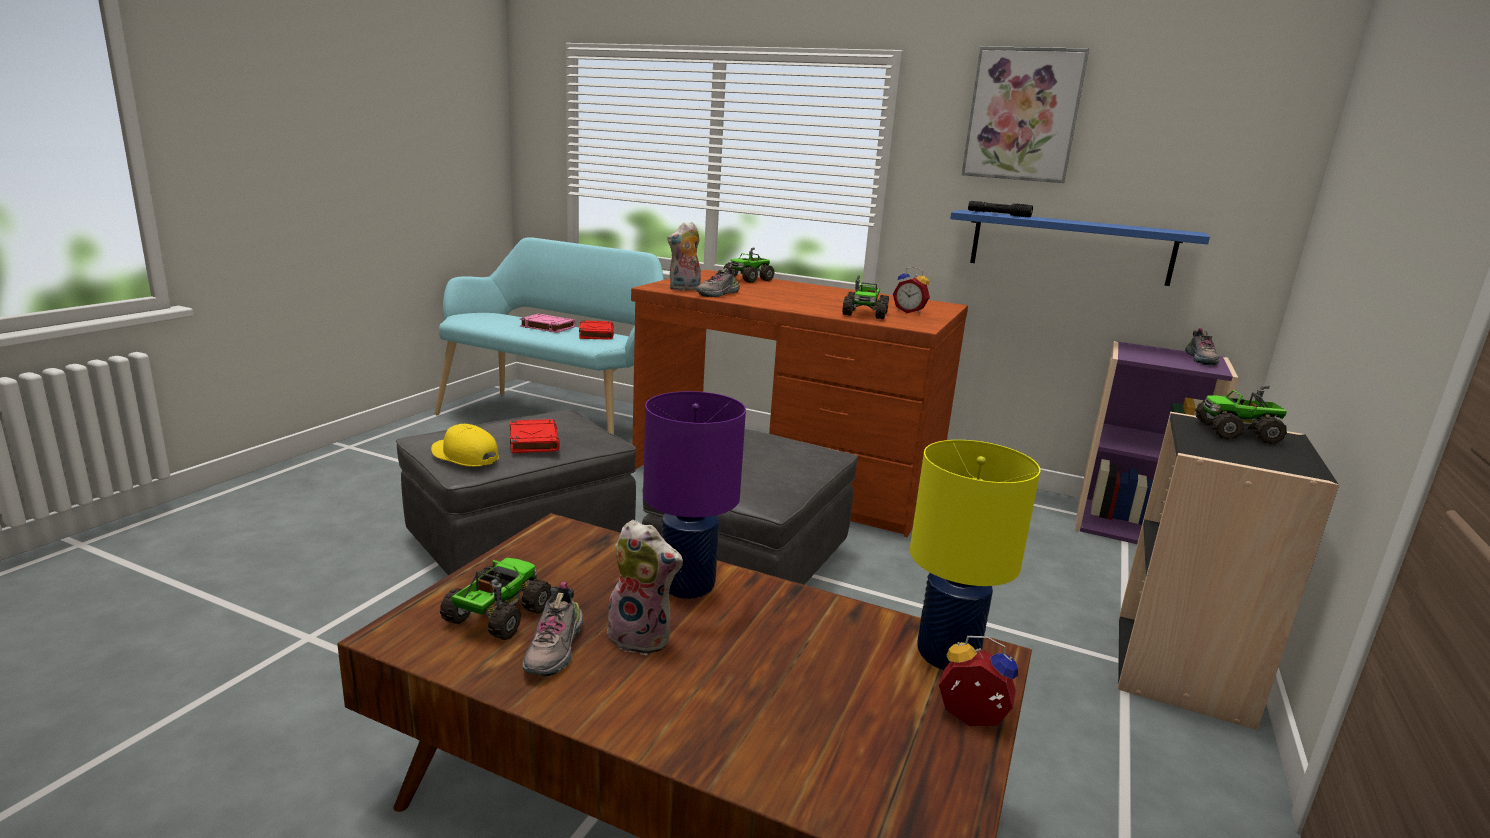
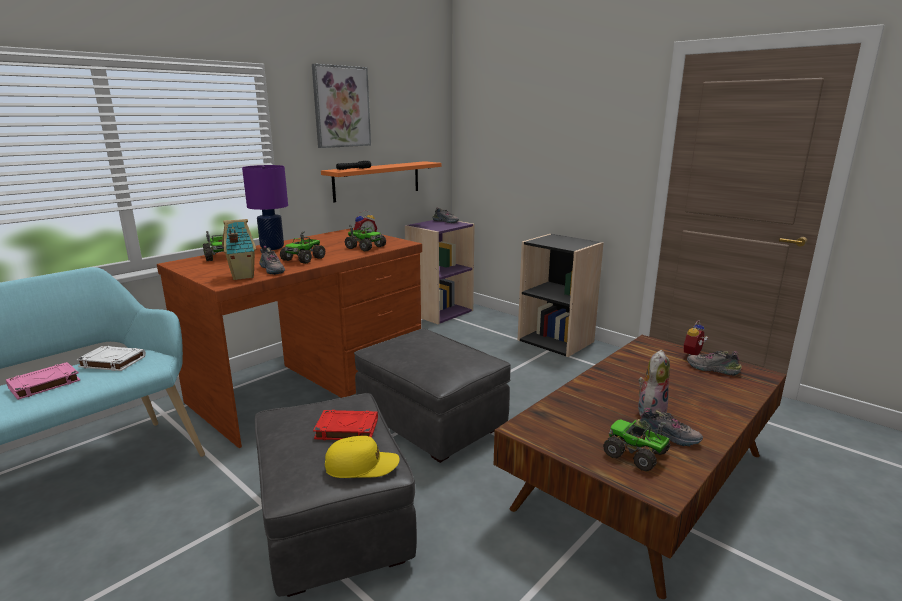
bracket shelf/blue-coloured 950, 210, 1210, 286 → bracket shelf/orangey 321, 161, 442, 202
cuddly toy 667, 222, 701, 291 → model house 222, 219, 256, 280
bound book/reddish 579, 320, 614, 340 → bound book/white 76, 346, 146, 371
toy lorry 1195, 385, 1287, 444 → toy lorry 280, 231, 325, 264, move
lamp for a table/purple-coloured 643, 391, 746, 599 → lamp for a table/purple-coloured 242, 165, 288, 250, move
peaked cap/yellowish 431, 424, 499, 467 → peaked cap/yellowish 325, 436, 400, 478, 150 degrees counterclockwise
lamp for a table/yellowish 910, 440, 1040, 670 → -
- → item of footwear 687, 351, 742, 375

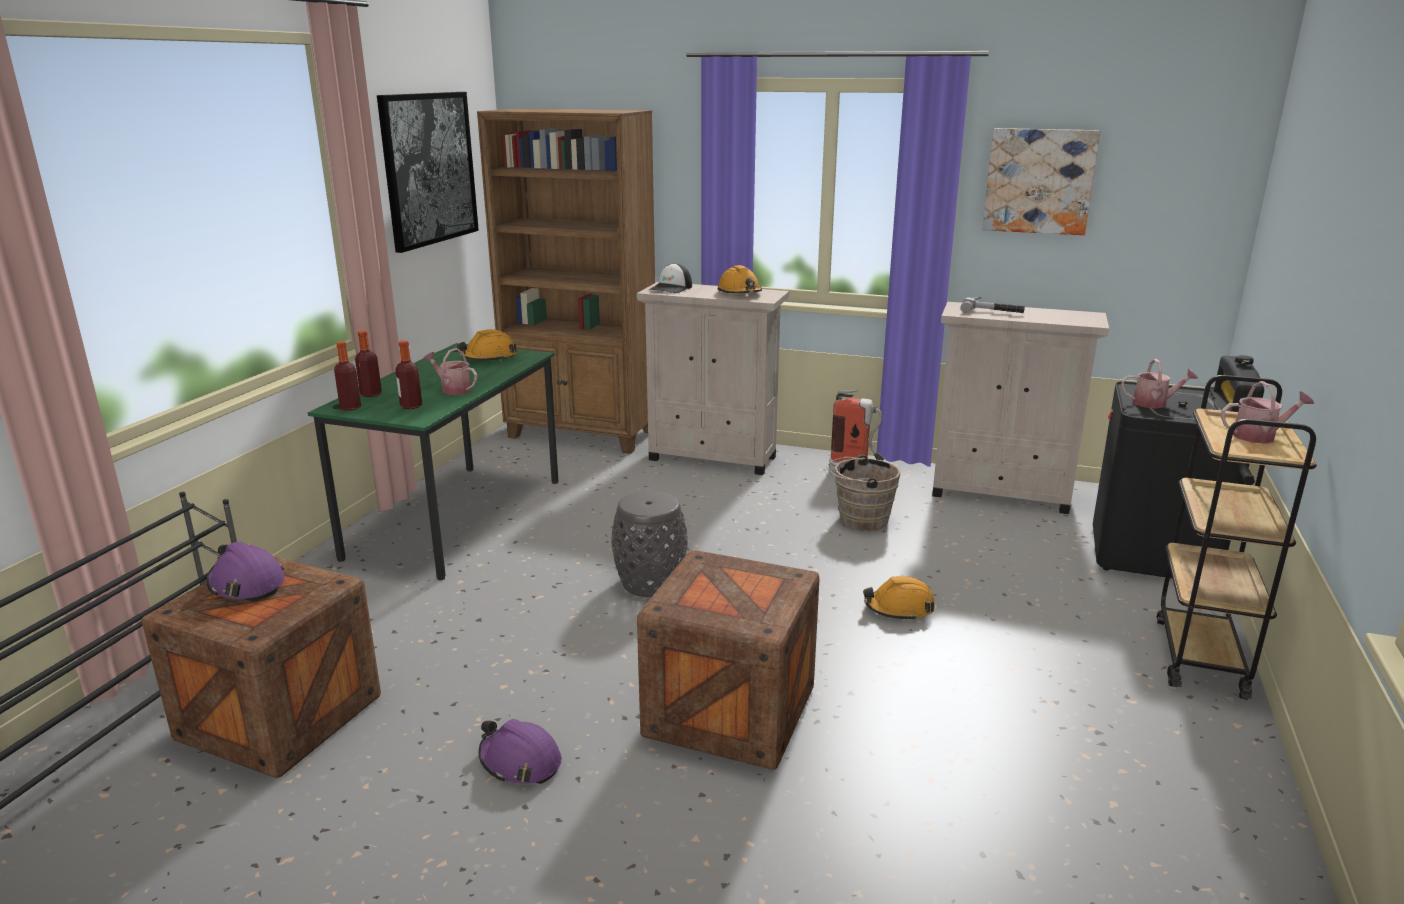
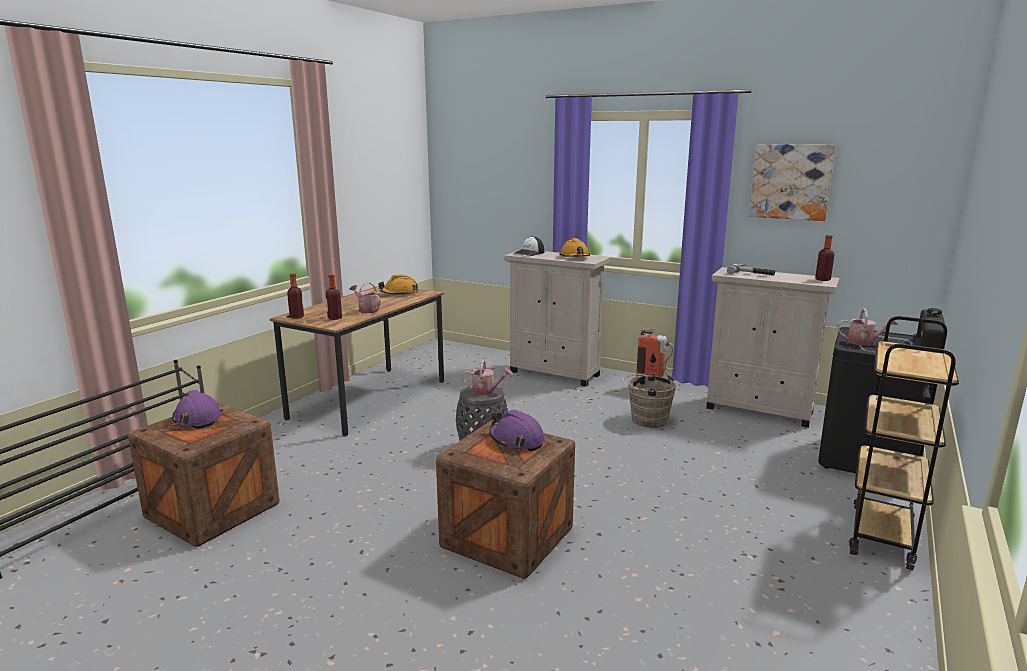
picture 377, 92, 479, 253 → -
bookshelf/brown-coloured 477, 108, 655, 454 → -
drink bottle 355, 330, 382, 397 → drink bottle 815, 235, 834, 281, move
desk/green-coloured 308, 343, 559, 580 → desk/brown-coloured 270, 284, 444, 437
sprinkling can 1221, 381, 1314, 444 → sprinkling can 462, 360, 513, 395, move
hard hat/orangey 863, 576, 935, 621 → -
hard hat/purple-coloured 479, 719, 562, 784 → hard hat/purple-coloured 489, 410, 545, 451, move

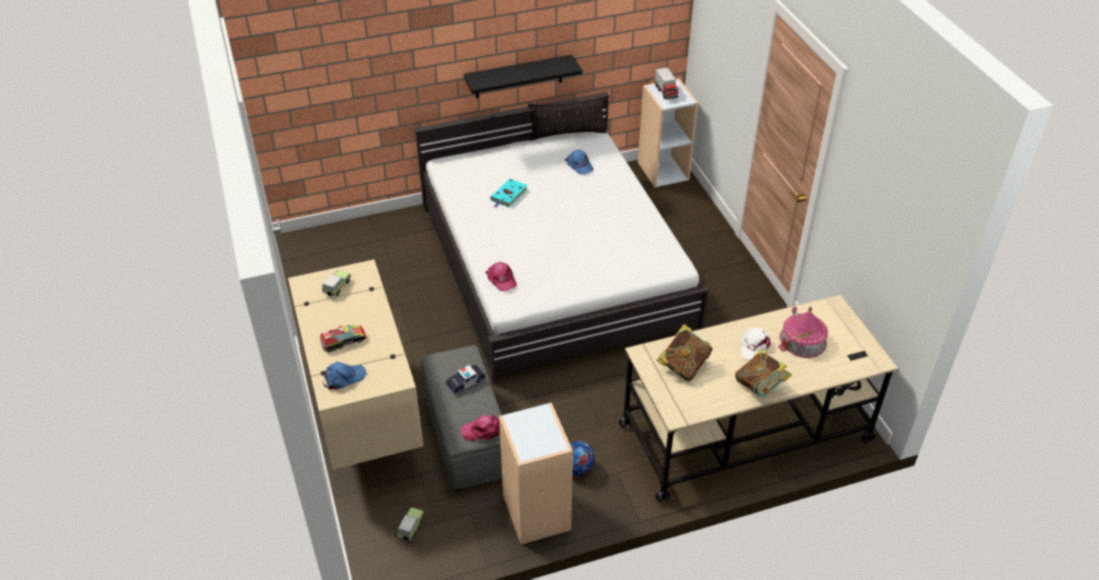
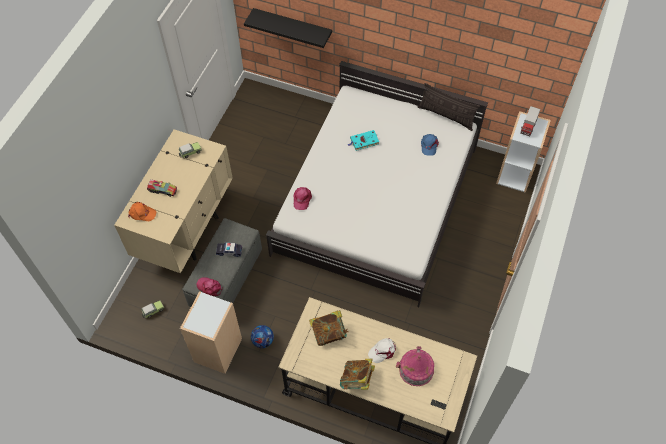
bracket shelf/black-coloured 464, 55, 583, 98 → bracket shelf/black-coloured 244, 8, 332, 48, move
peaked cap/blue-coloured 323, 362, 366, 391 → peaked cap/orangey 128, 202, 156, 221

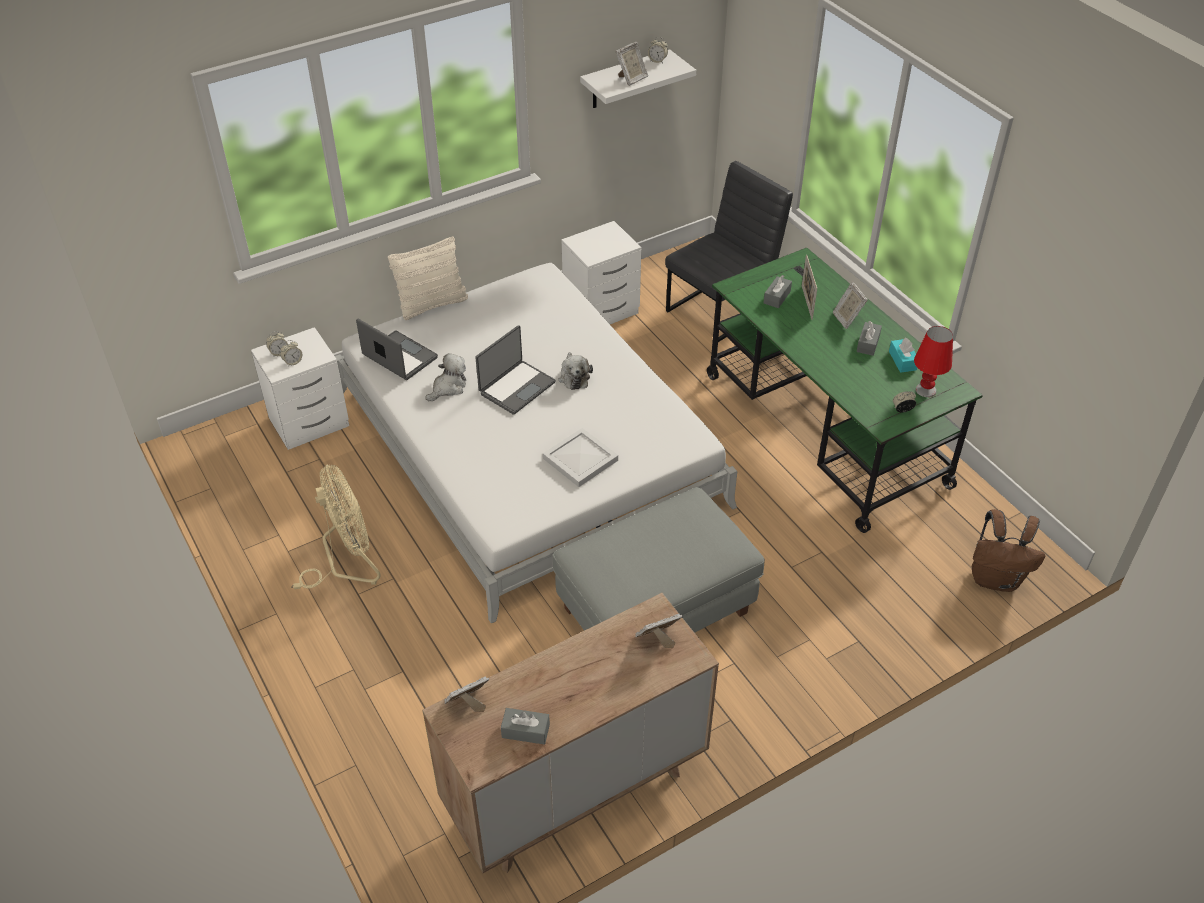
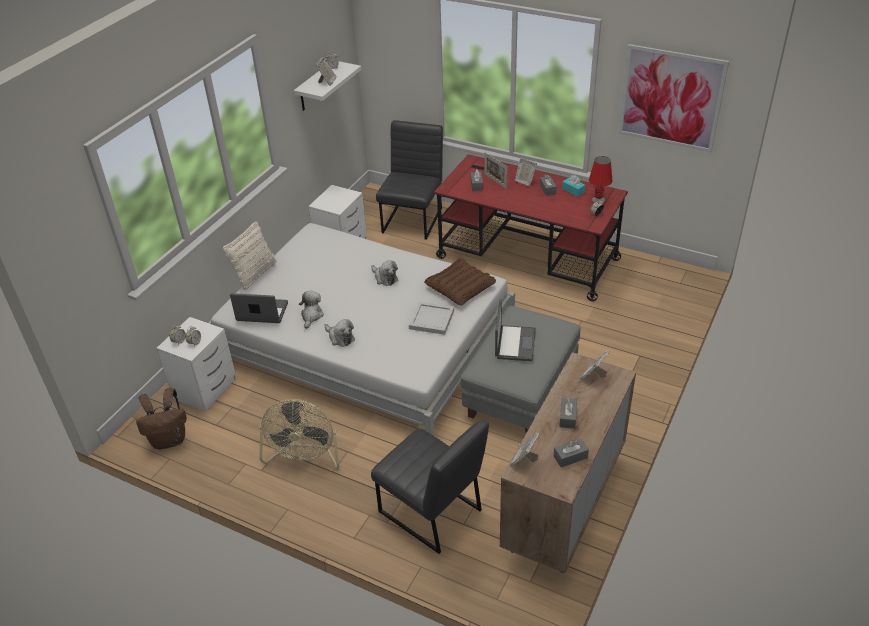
desk/green-coloured 707, 248, 983, 533 → desk/reddish 434, 154, 628, 301
notebook computer 475, 325, 556, 415 → notebook computer 495, 299, 536, 361, move
cooling fan/beige-coloured 291, 465, 380, 589 → cooling fan/beige-coloured 259, 399, 339, 471, 150 degrees clockwise
knapsack/brown-coloured 972, 509, 1045, 592 → knapsack/brown-coloured 136, 388, 187, 449, move
- → picture 618, 44, 729, 152
- → pillow/brown-coloured 424, 258, 496, 306
- → cuddly toy 325, 319, 355, 347
- → box of tissues/grey 559, 398, 577, 429
- → chair/grey 371, 420, 489, 554

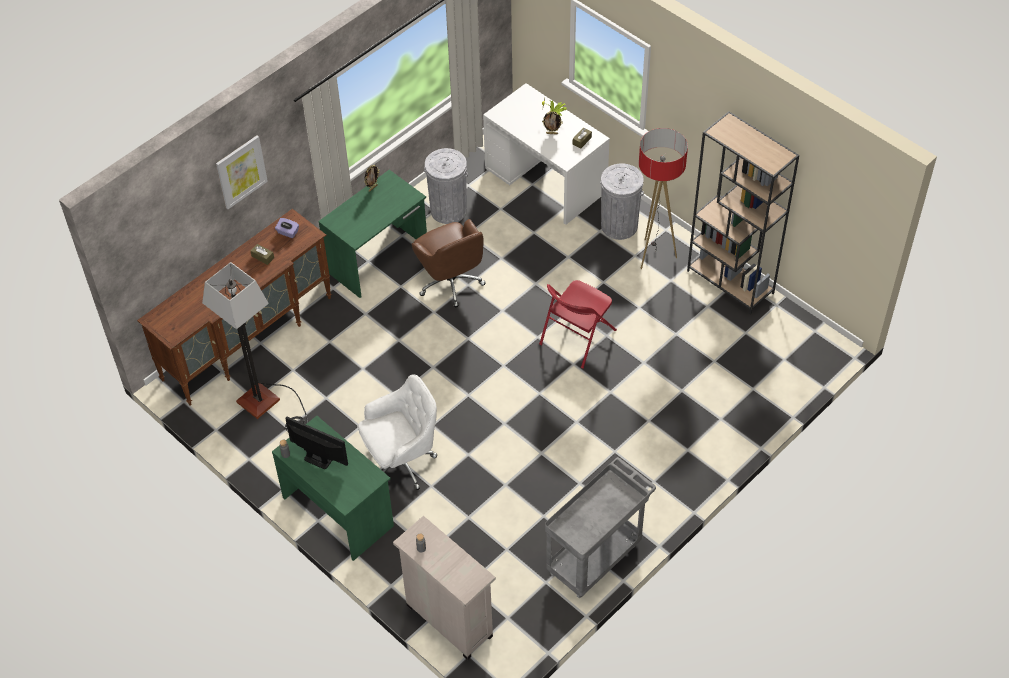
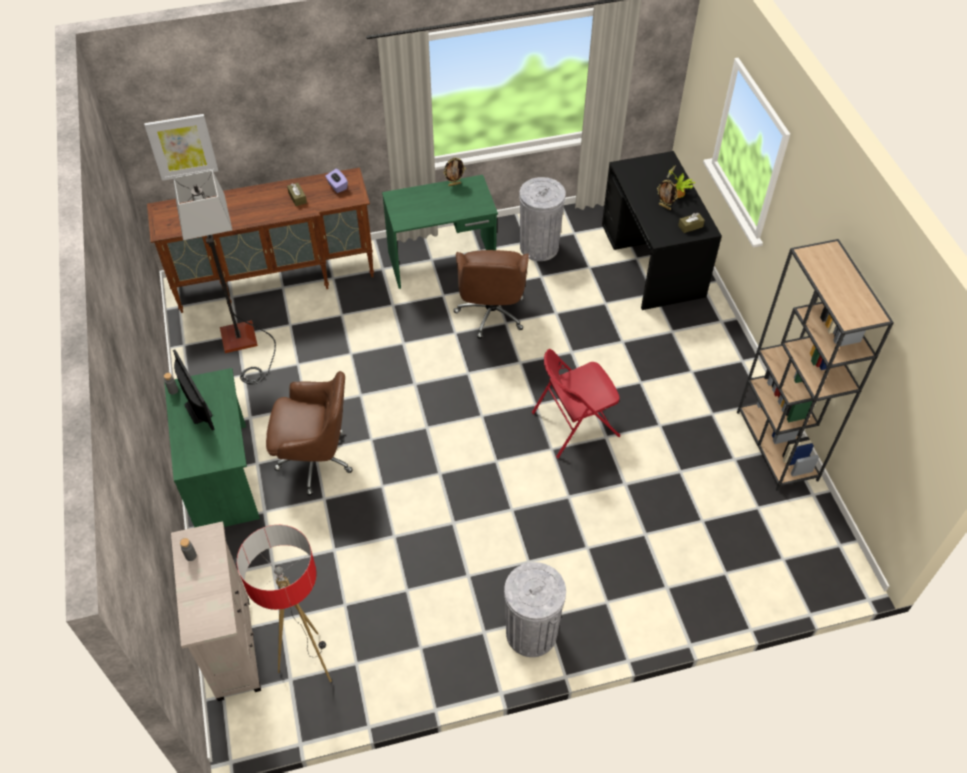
desk/white 483, 83, 610, 225 → desk/black-coloured 602, 151, 722, 310
standing lamp 639, 128, 688, 269 → standing lamp 237, 525, 332, 683, move
picture 216, 136, 268, 209 → picture 144, 114, 218, 181, move
rubbish bin/grey 600, 163, 644, 240 → rubbish bin/grey 504, 562, 566, 657, move
computer chair/white 358, 374, 437, 490 → computer chair/brown-coloured 266, 371, 352, 495
wheeled cart/grey 545, 457, 656, 598 → -

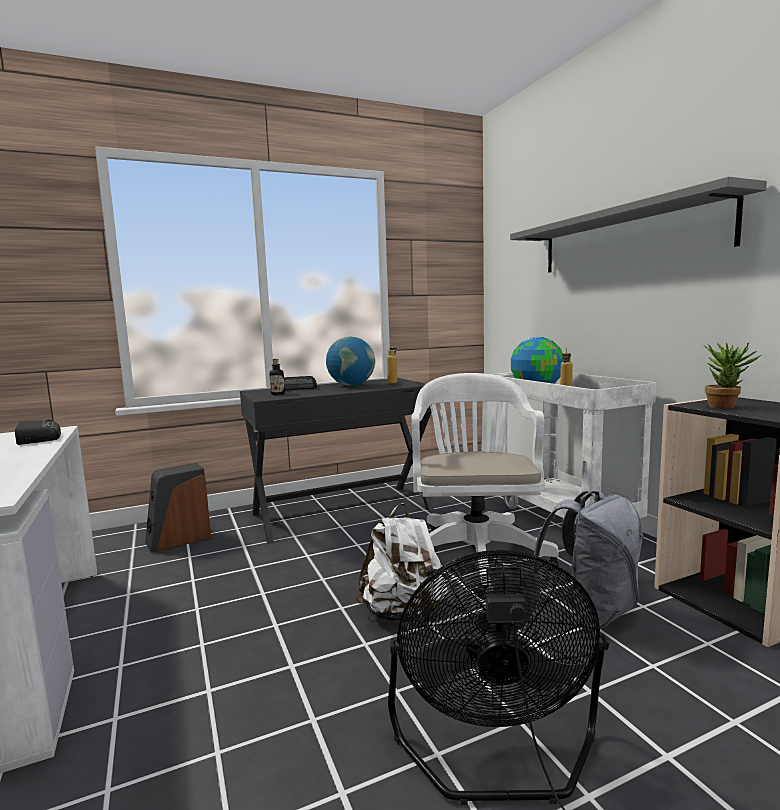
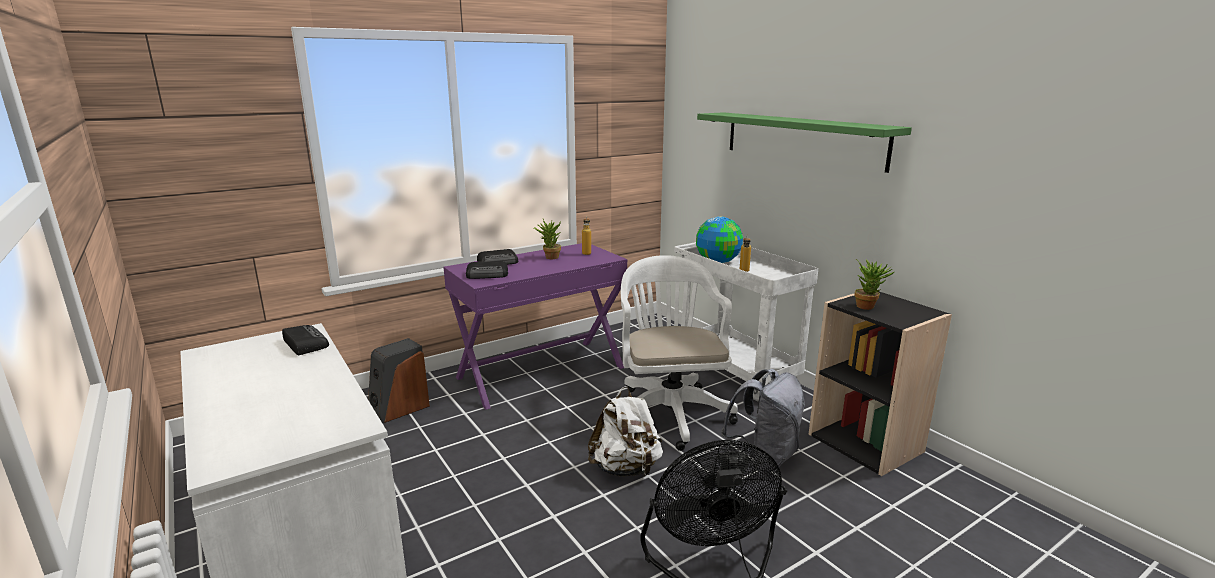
bracket shelf/grey 510, 177, 767, 272 → bracket shelf/green-coloured 697, 112, 912, 173
desk globe 326, 337, 375, 386 → houseplant 533, 219, 562, 259
drink bottle 269, 359, 285, 395 → radio set 466, 261, 508, 279
desk/black-coloured 240, 378, 434, 544 → desk/purple-coloured 443, 243, 627, 410

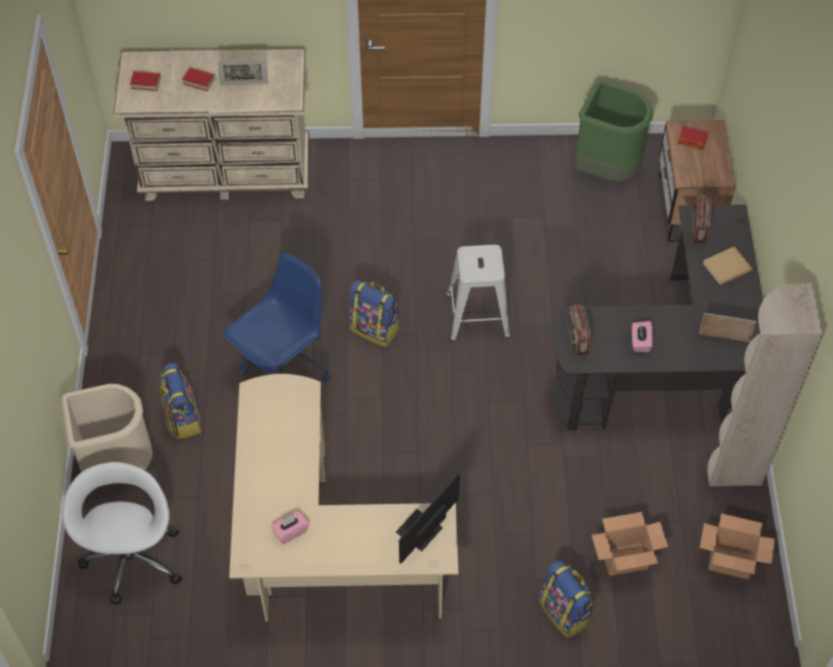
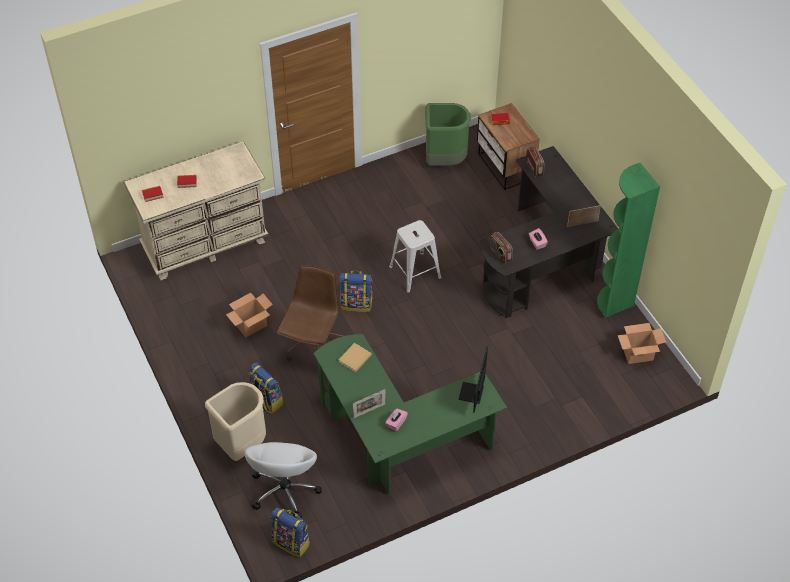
standing frame 217, 59, 268, 85 → standing frame 353, 389, 386, 418, move
bound book/beige-coloured 703, 246, 752, 285 → bound book/beige-coloured 338, 343, 372, 373, move
computer chair/blue-coloured 222, 253, 330, 381 → computer chair/brown-coloured 277, 266, 344, 361
bookshelf/beige-coloured 707, 283, 823, 486 → bookshelf/green-coloured 597, 163, 660, 318
desk/beige-coloured 229, 374, 459, 622 → desk/green-coloured 314, 334, 507, 495
computer chair/white 62, 462, 182, 604 → computer chair/white 245, 442, 322, 517, 150 degrees counterclockwise
carton 592, 512, 668, 576 → carton 226, 293, 273, 337, move
knapsack 539, 561, 594, 638 → knapsack 271, 508, 310, 558, move

